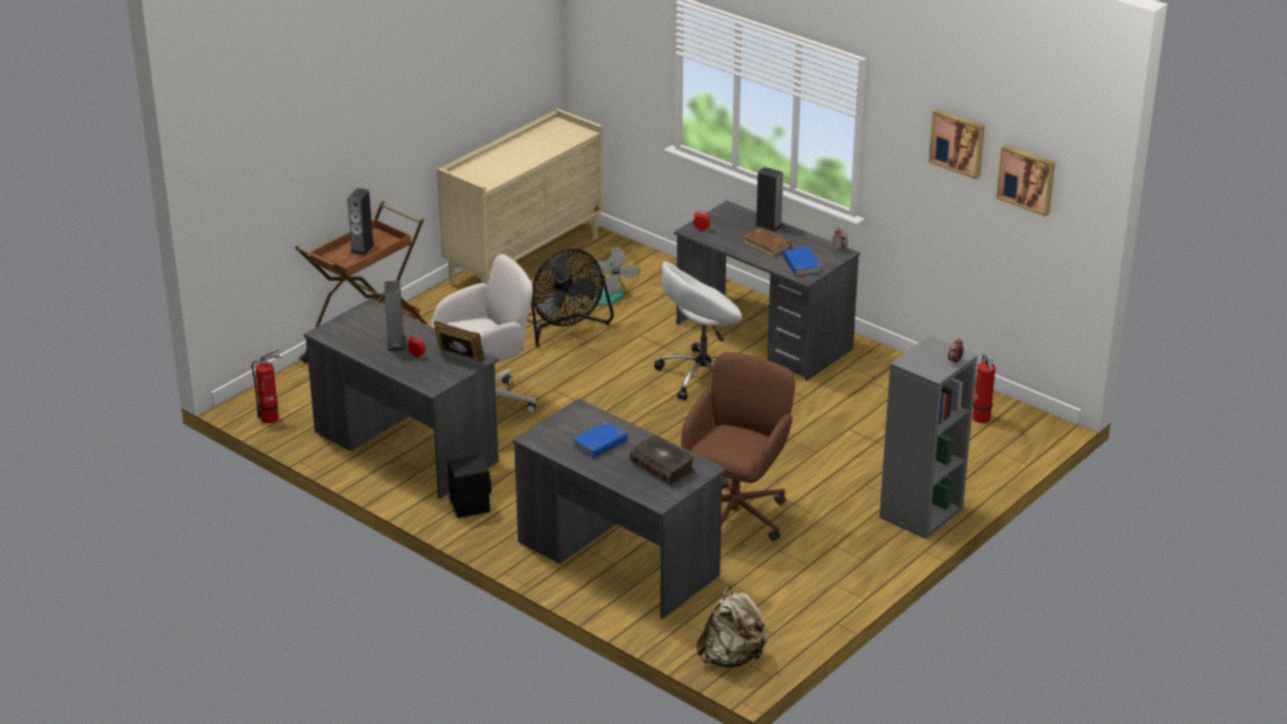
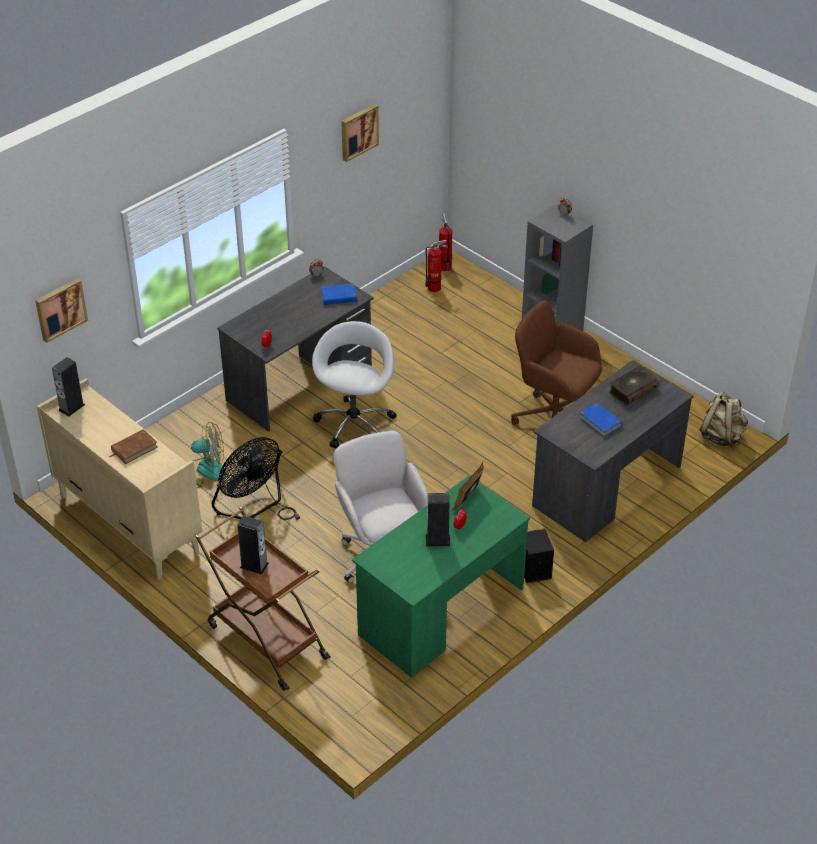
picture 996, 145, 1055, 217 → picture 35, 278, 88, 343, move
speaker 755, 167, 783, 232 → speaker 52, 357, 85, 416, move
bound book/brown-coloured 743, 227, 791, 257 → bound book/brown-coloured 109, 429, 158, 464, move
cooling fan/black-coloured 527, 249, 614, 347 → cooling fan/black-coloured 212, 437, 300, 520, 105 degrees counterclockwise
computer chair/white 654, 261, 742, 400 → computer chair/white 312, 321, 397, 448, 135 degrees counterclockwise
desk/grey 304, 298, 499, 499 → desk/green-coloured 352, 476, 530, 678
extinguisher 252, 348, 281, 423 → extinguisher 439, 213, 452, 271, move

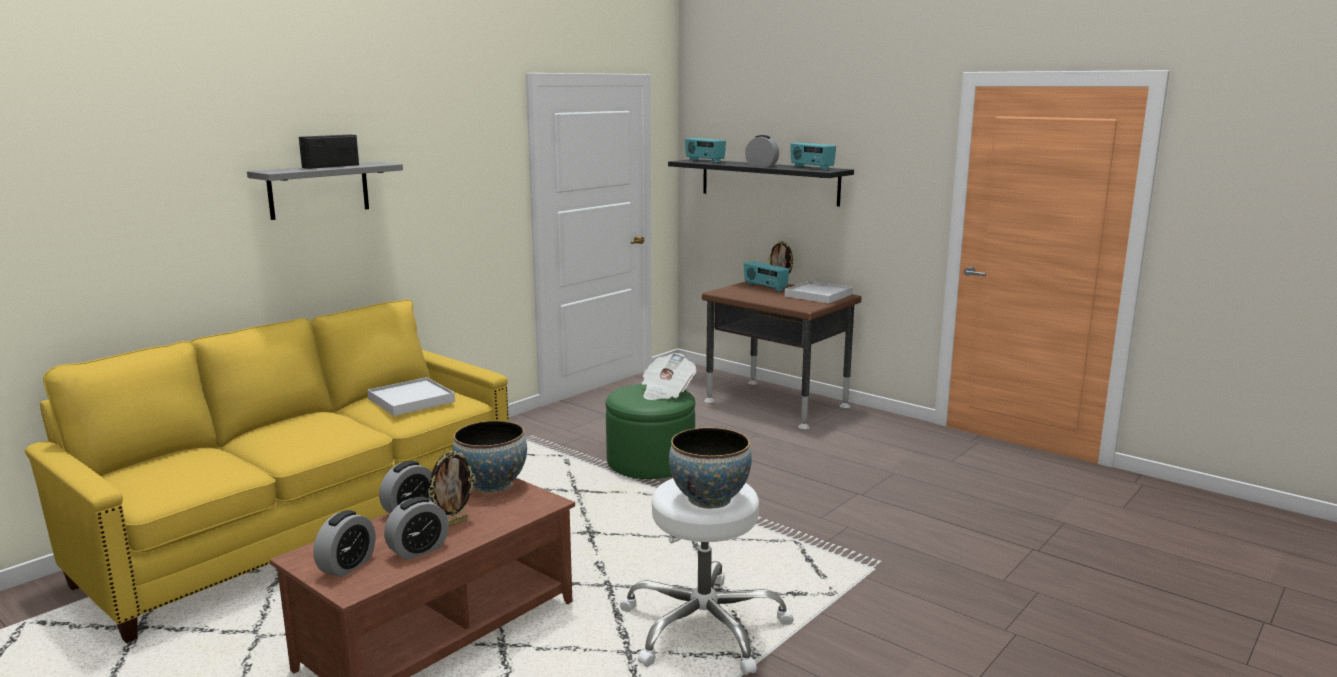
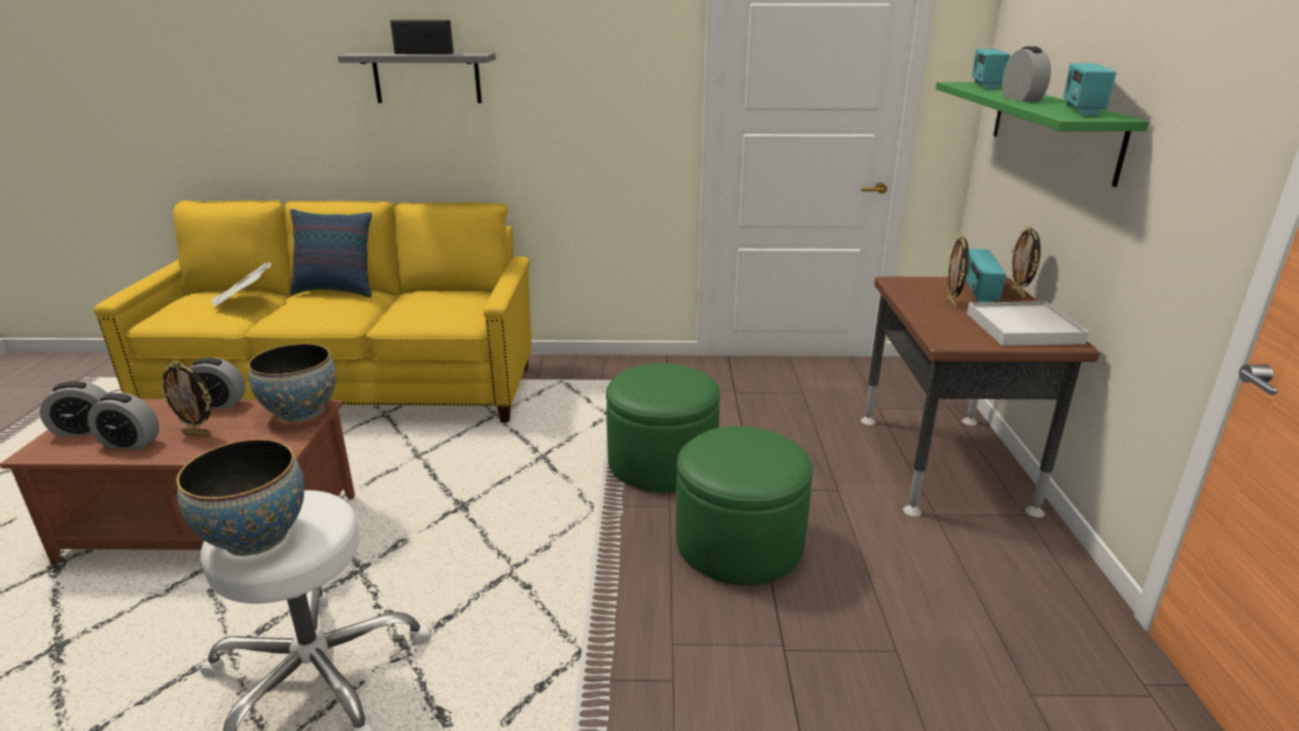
bracket shelf/black-coloured 668, 159, 854, 207 → bracket shelf/green-coloured 936, 82, 1149, 187
newspaper 641, 353, 696, 400 → newspaper 211, 263, 271, 307, move
carrying tray/white 367, 377, 455, 416 → -
- → pillow/blue-coloured 290, 209, 372, 297
- → standing frame 946, 235, 969, 309
- → footrest/green-coloured 676, 426, 813, 585

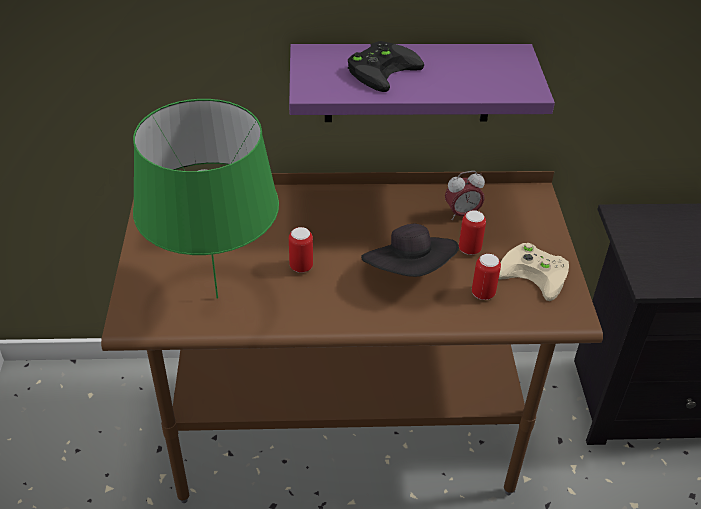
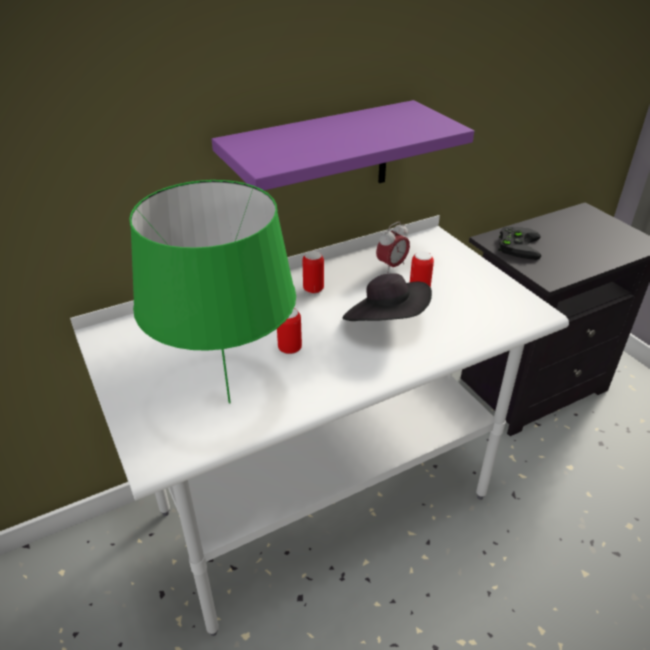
joypad/black-coloured 348, 41, 424, 92 → joypad/black-coloured 498, 227, 541, 260, move
desk/brown-coloured 101, 171, 603, 503 → desk/white 70, 215, 569, 636
joypad/beige-coloured 499, 243, 569, 301 → -
metal can 472, 254, 501, 300 → metal can 302, 251, 324, 294, move

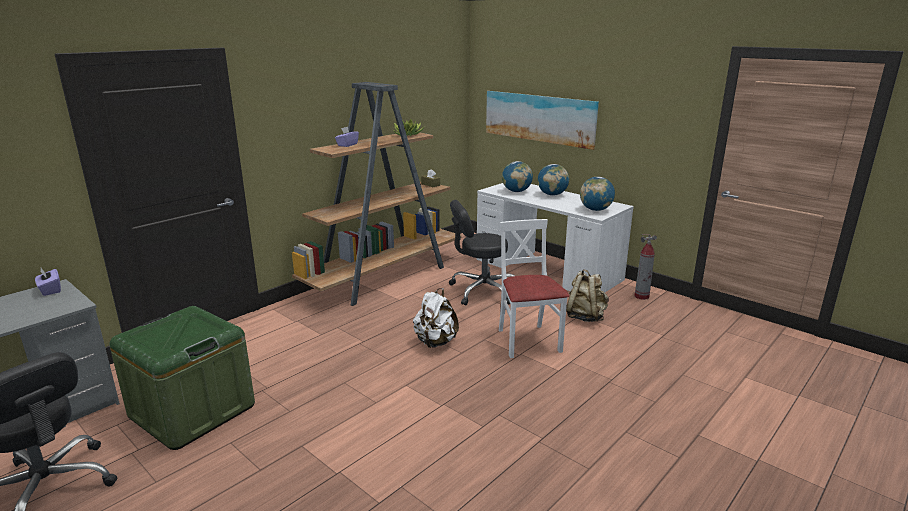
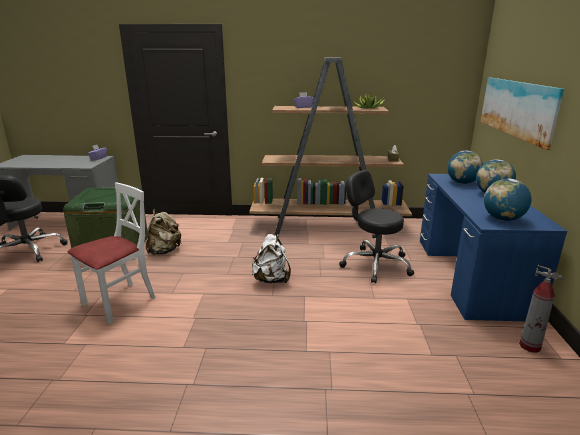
desk/white 476, 183, 634, 292 → desk/blue-coloured 420, 174, 567, 321
chair/white 499, 219, 569, 358 → chair/white 68, 182, 155, 324, move
knapsack/beige-coloured 566, 269, 609, 322 → knapsack/beige-coloured 146, 209, 182, 255, move

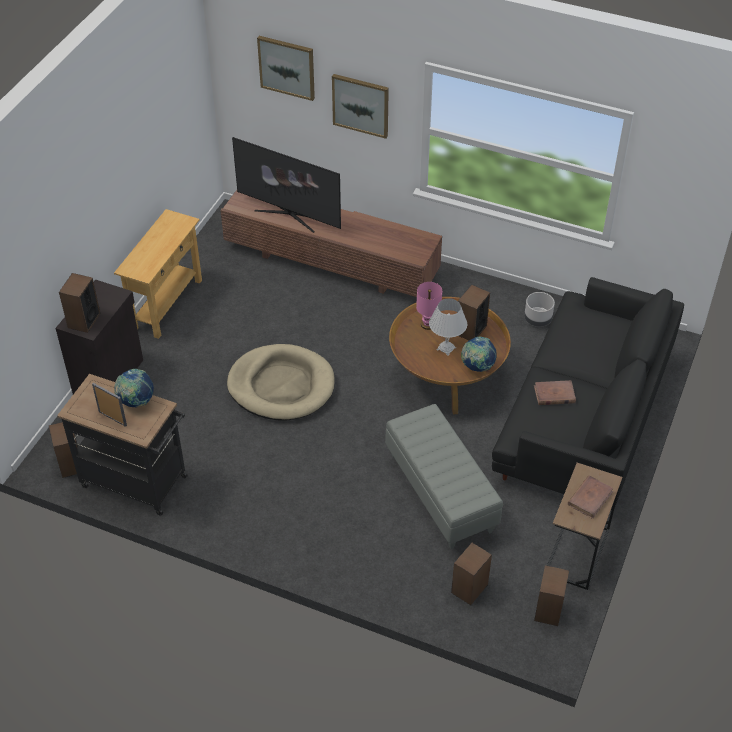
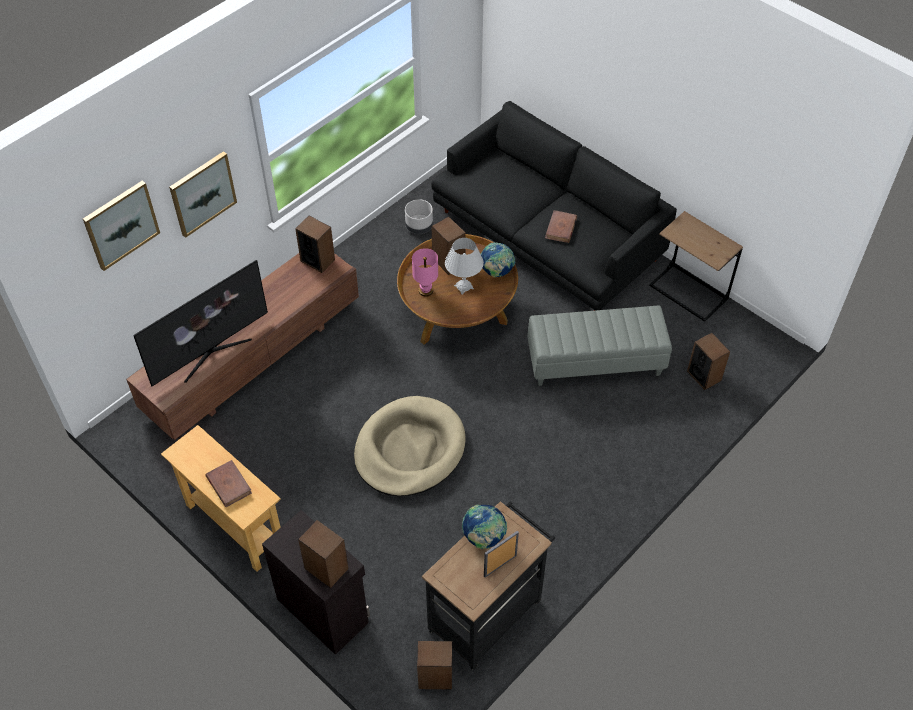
bound book/brown-coloured 568, 475, 613, 519 → bound book/brown-coloured 205, 460, 252, 507, move
speaker 534, 565, 569, 626 → speaker 295, 216, 335, 273, move

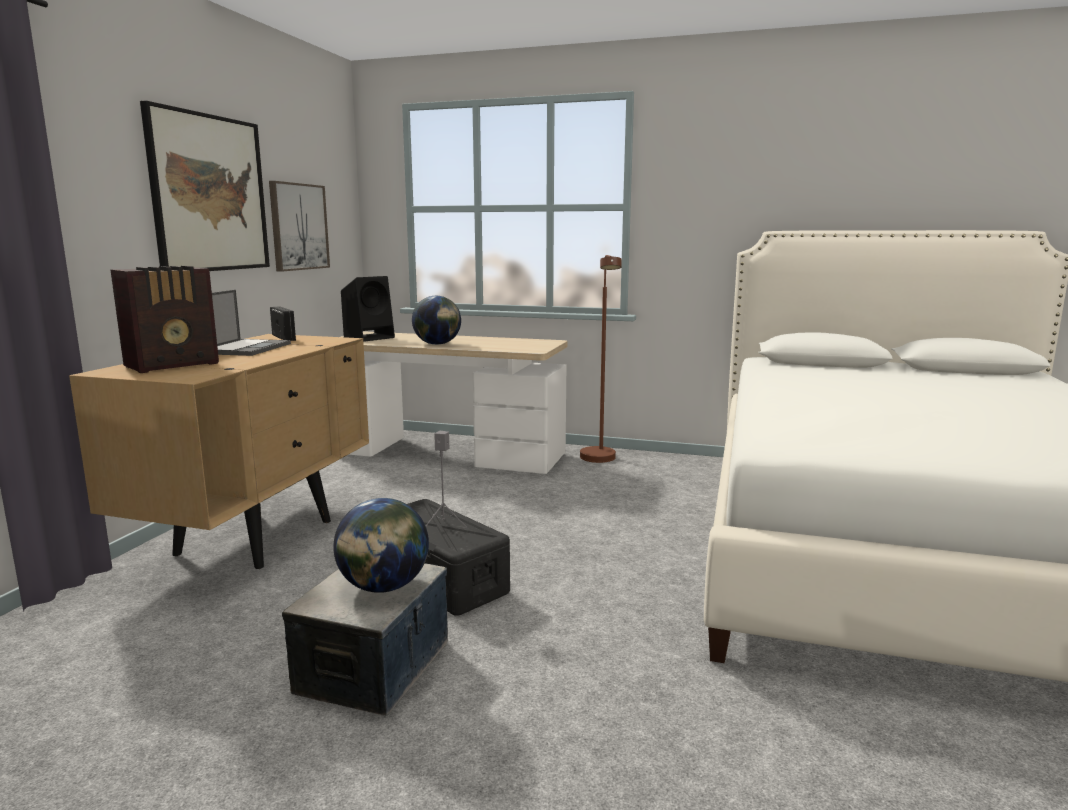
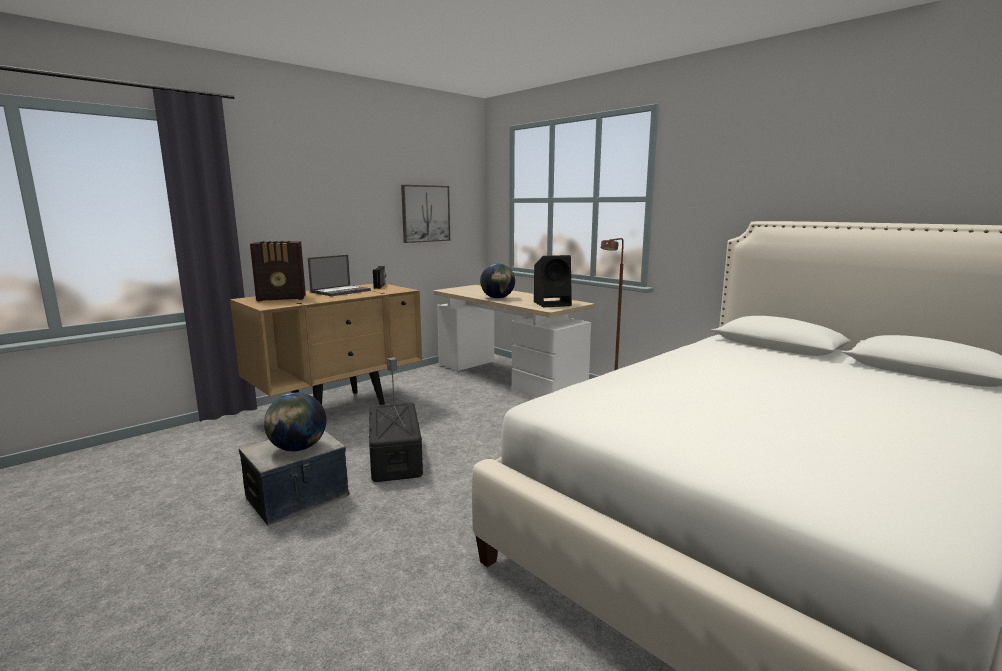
picture 140, 101, 270, 271 → -
speaker/black-coloured 341, 276, 395, 342 → speaker/black-coloured 534, 255, 572, 307, move

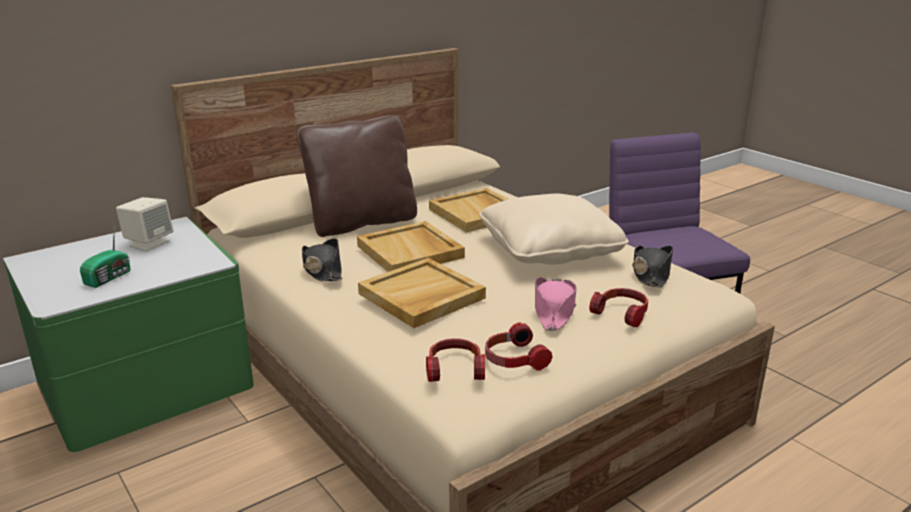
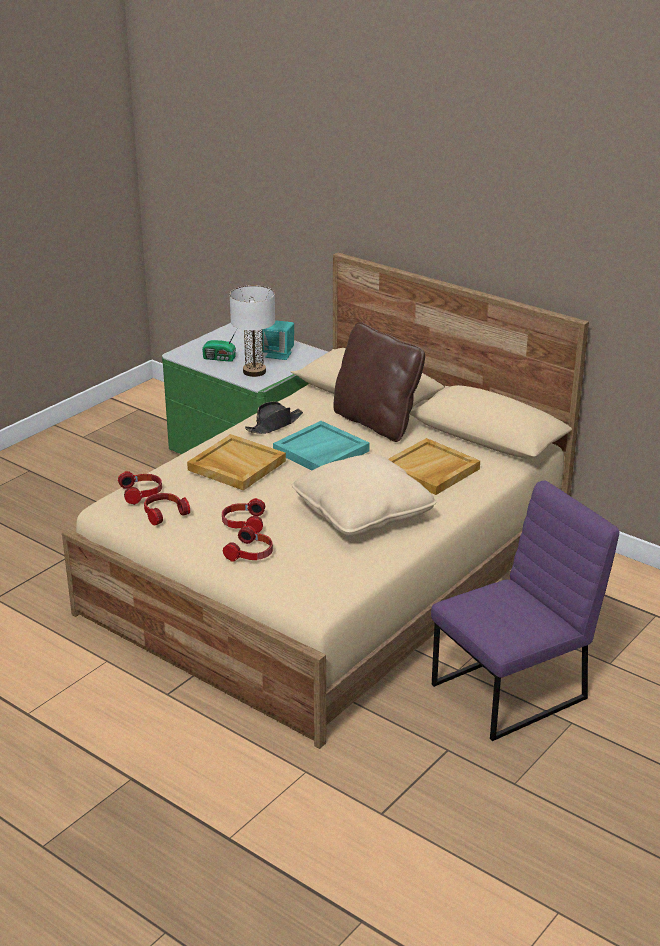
speaker/beige-coloured 116, 197, 173, 251 → speaker/turquoise 262, 320, 294, 360
carrying tray/beige-coloured 357, 221, 465, 272 → carrying tray/turquoise 273, 421, 370, 470
hat/black-coloured 632, 246, 673, 287 → -
hat/pink-coloured 535, 277, 577, 331 → headset 222, 498, 265, 533
- → lamp for a table 230, 285, 275, 377

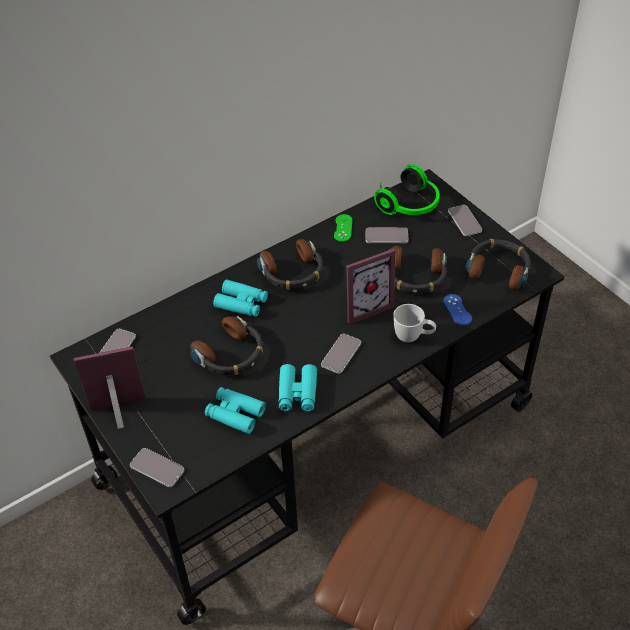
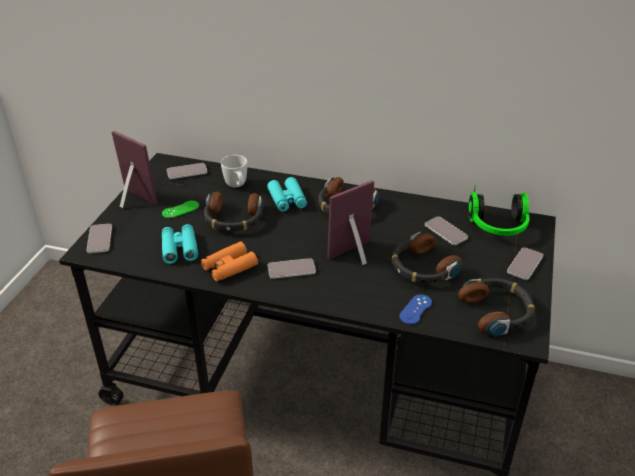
joypad/green-coloured 334, 214, 353, 242 → joypad/green-coloured 162, 201, 199, 218, move
standing frame 346, 249, 396, 324 → standing frame 327, 180, 374, 265, 120 degrees clockwise
coffee mug/white 393, 304, 436, 342 → coffee mug/white 221, 155, 247, 188, move
binoculars/turquoise 279, 364, 317, 411 → binoculars/orangey 201, 241, 258, 281

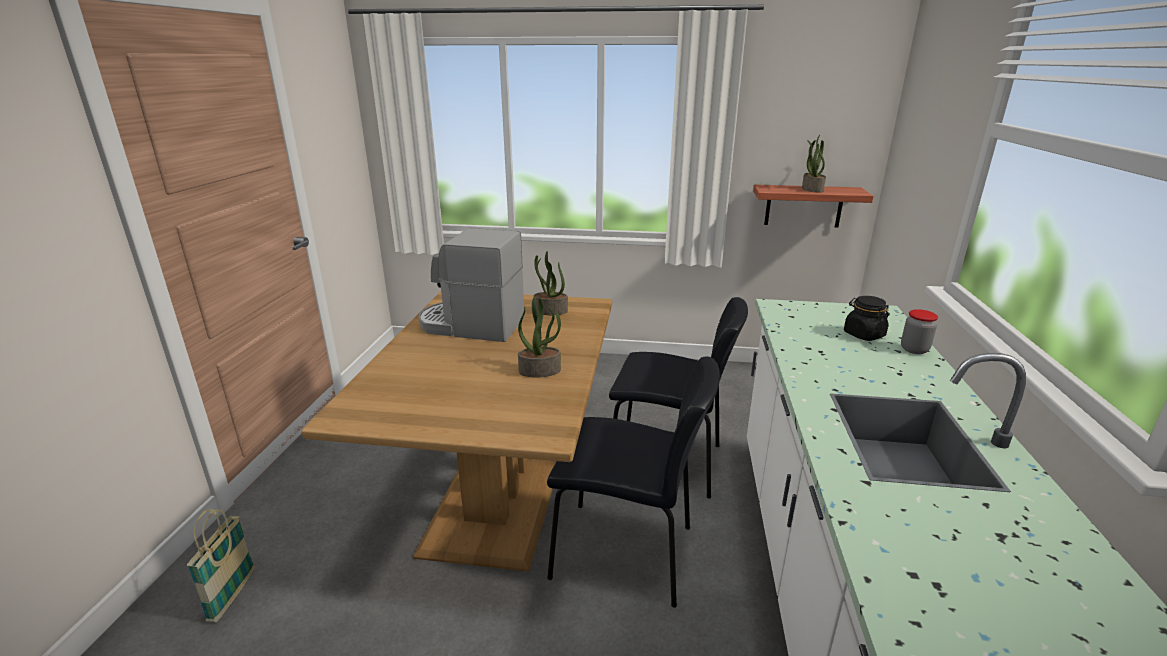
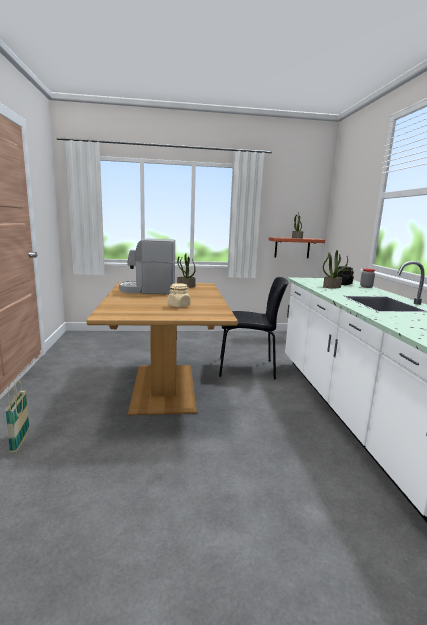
houseplant 518, 297, 561, 377 → houseplant 323, 250, 348, 288, move
chair/black-coloured 547, 356, 720, 608 → -
- → storage jar/beige-coloured 168, 283, 190, 307

